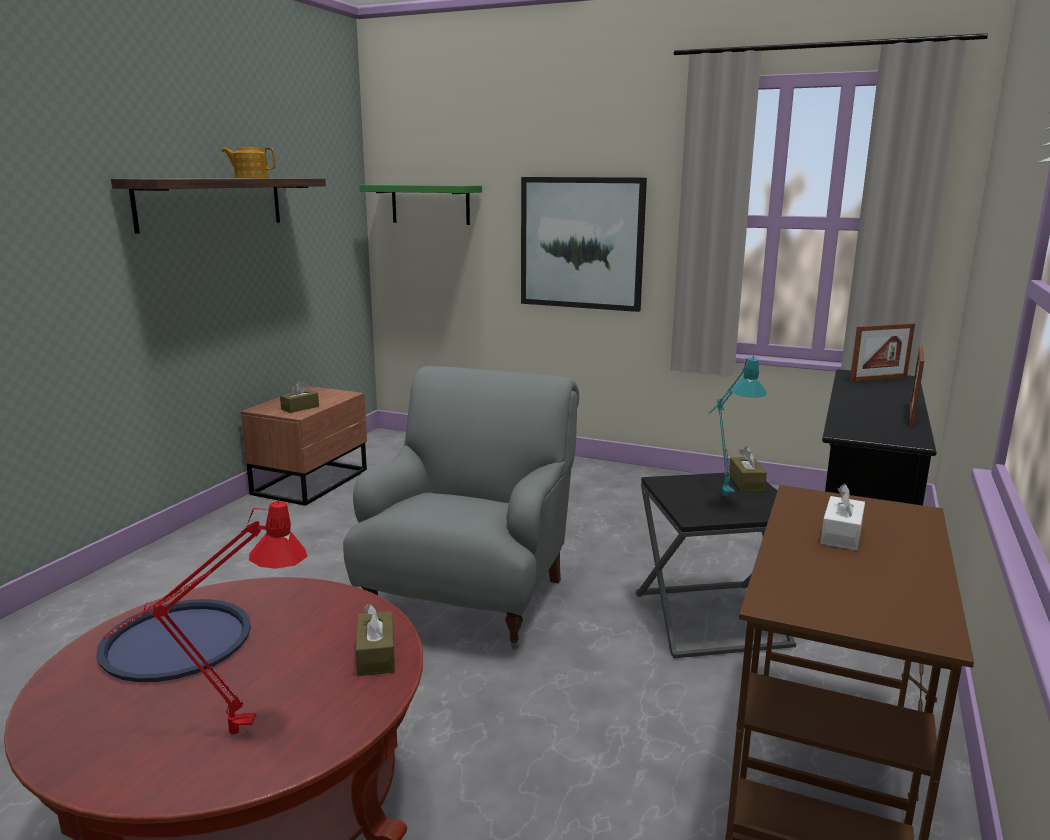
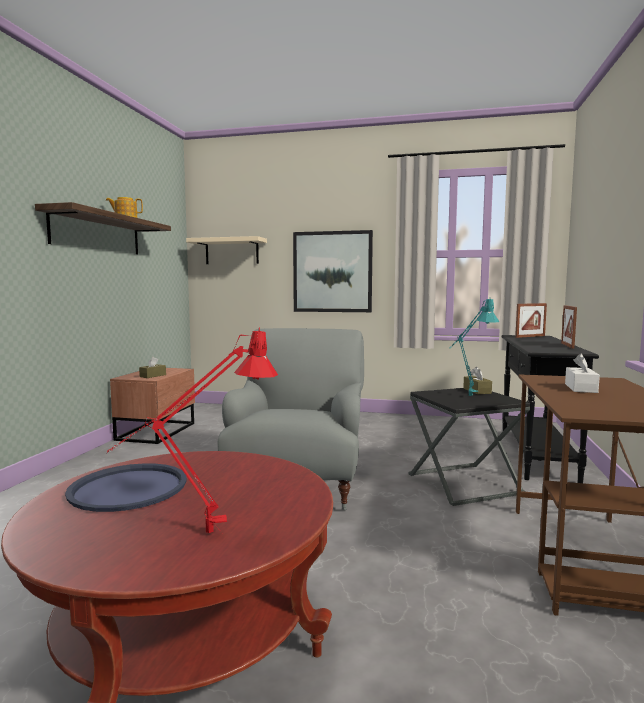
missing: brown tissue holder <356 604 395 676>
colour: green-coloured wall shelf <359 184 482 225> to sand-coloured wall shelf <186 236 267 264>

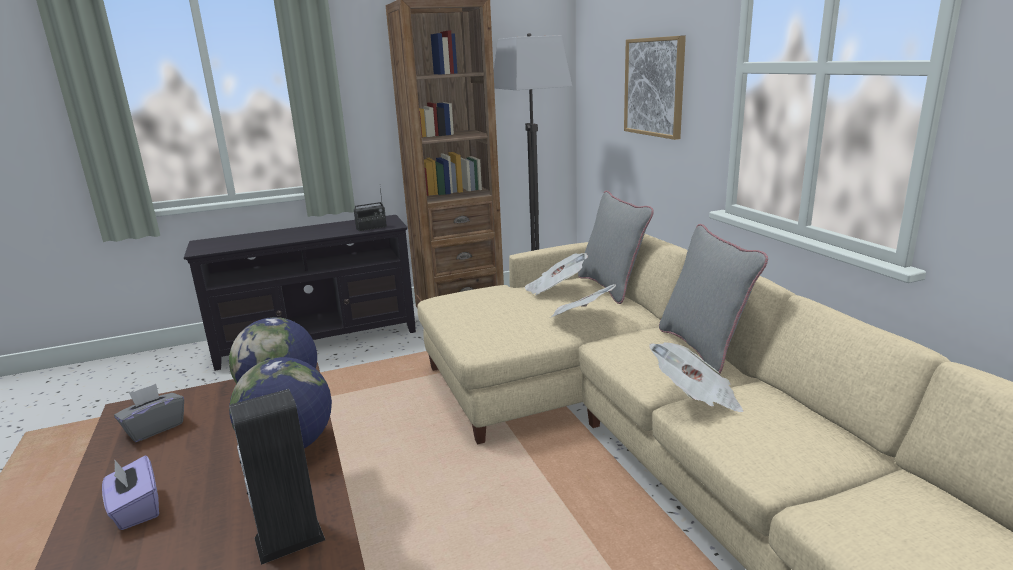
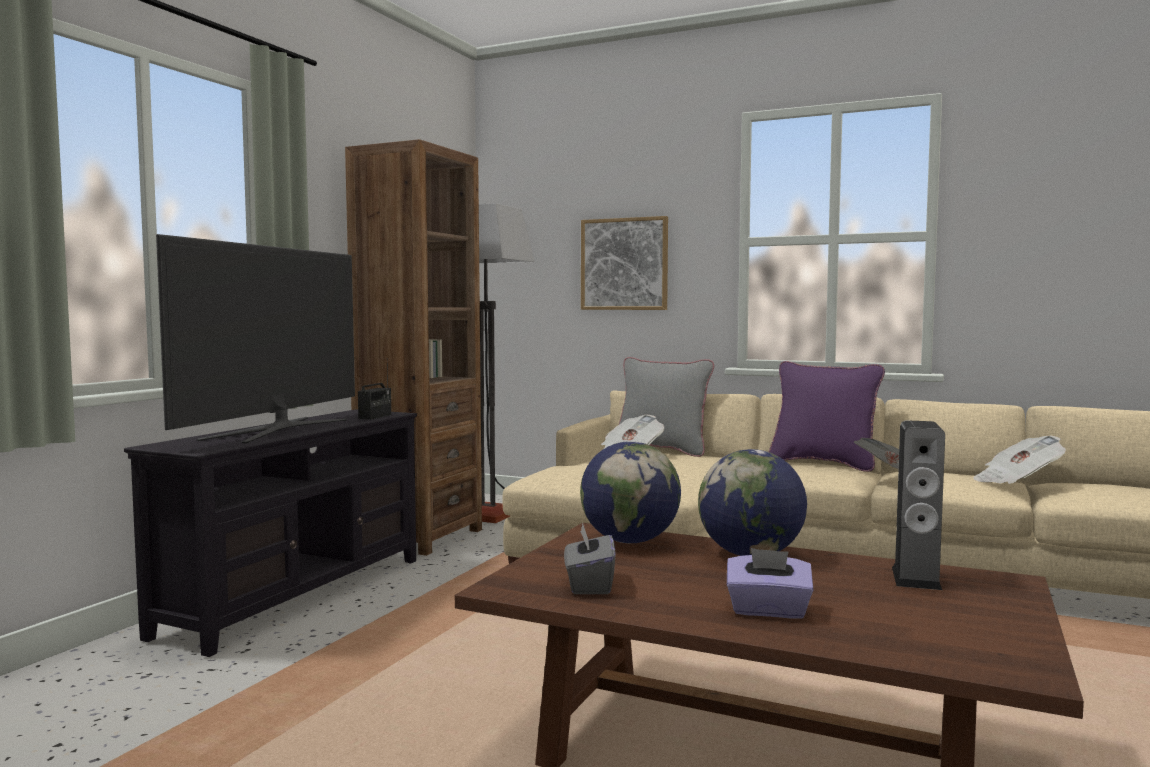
appeared: TV set <156 234 355 443>
relocated: newspaper <550 284 616 318> to <973 436 1066 484>
colour: grey throw pillow <659 224 768 374> to purple-coloured throw pillow <769 361 885 472>

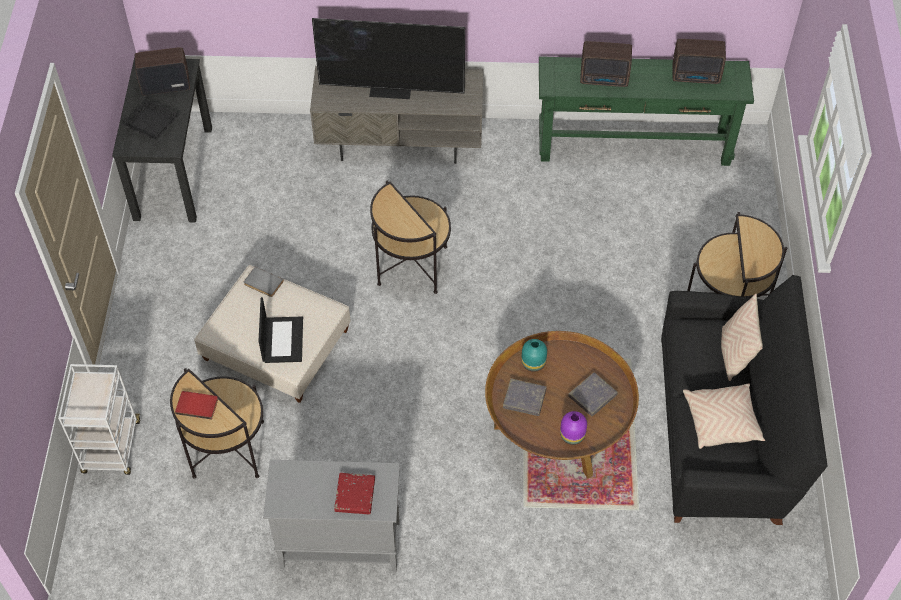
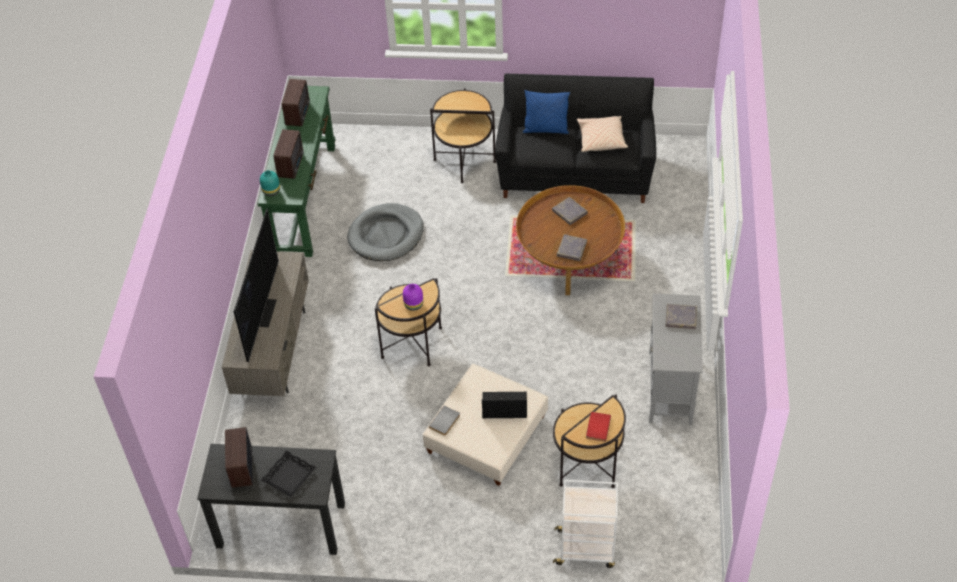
appeared: grey dog cushion <347 203 424 261>
relocated: turquoise flower vase <521 339 547 372> to <260 170 280 196>; purple-coloured flower vase <560 411 587 445> to <403 284 423 311>
colour: sand-coloured throw pillow <721 294 763 381> to blue throw pillow <523 90 570 134>; red bound book <334 473 375 514> to grey bound book <665 304 697 329>

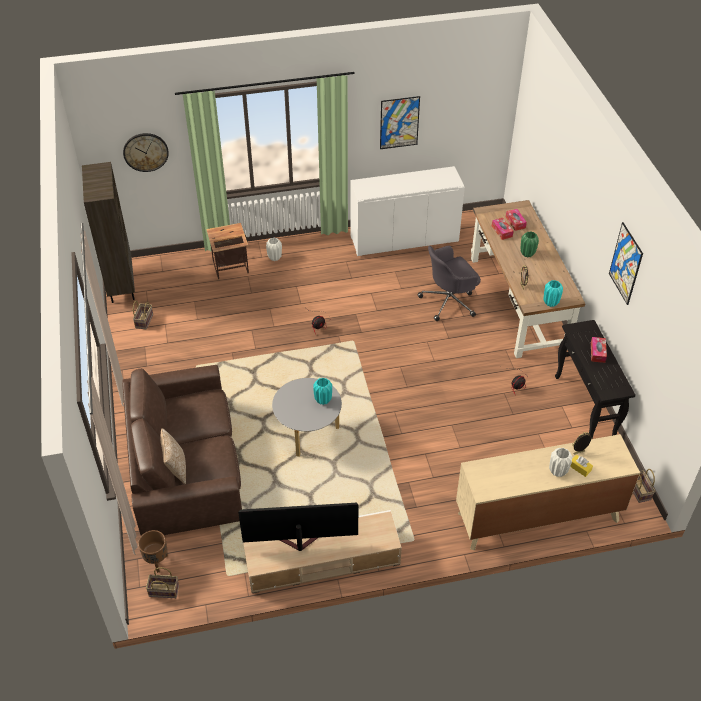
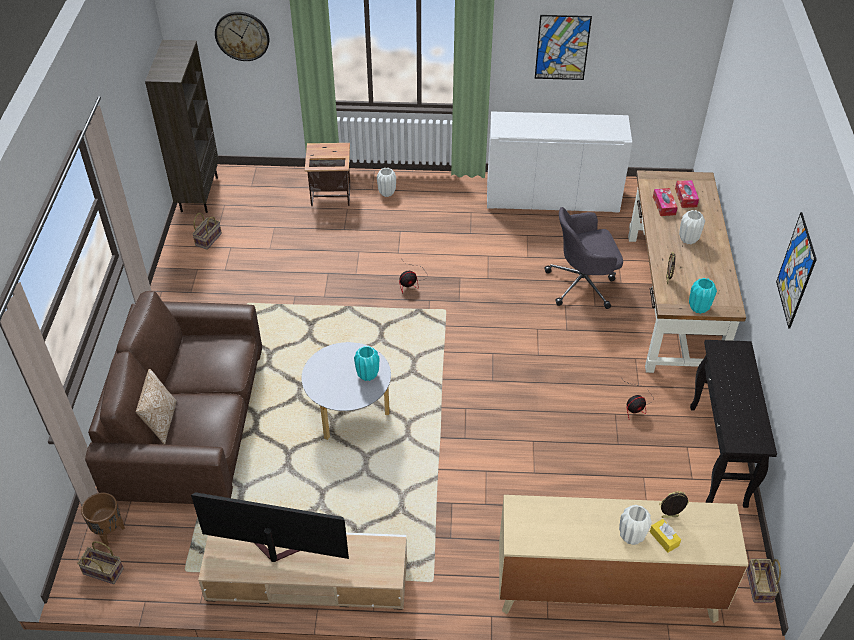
missing: tissue holder <591 337 607 363>
colour: green-coloured flower vase <521 231 539 257> to white flower vase <679 210 705 244>

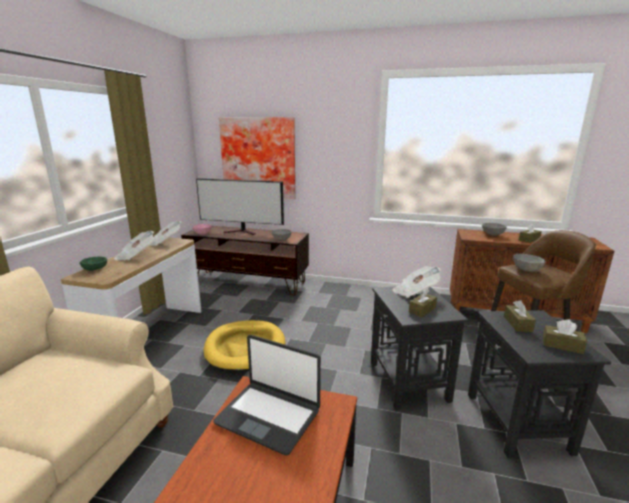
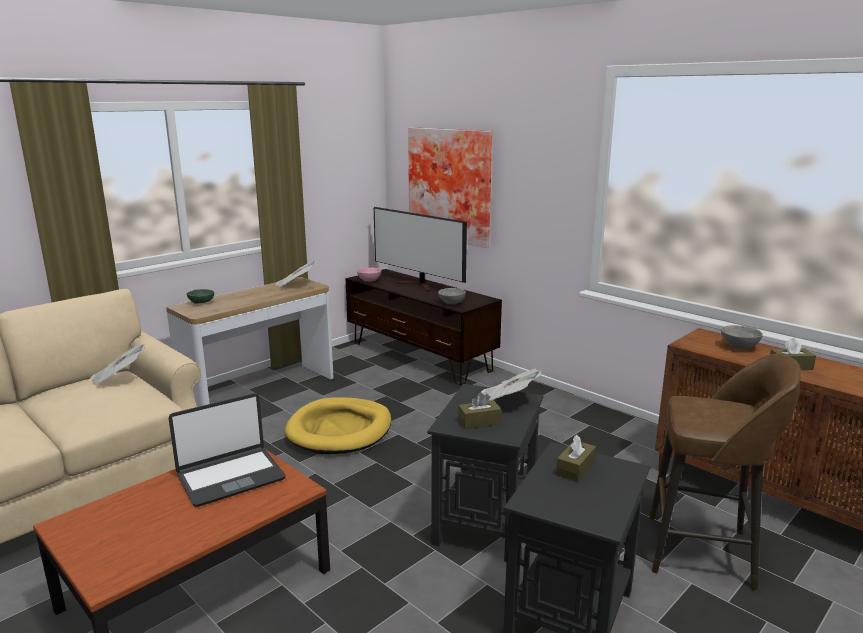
missing: grey deep dish <513 254 546 272>; brown tissue holder <543 319 587 354>
relocated: newspaper <114 231 154 261> to <90 344 145 385>
spun: notebook computer <213 335 321 455> = <169 393 285 507> 90 degrees counterclockwise

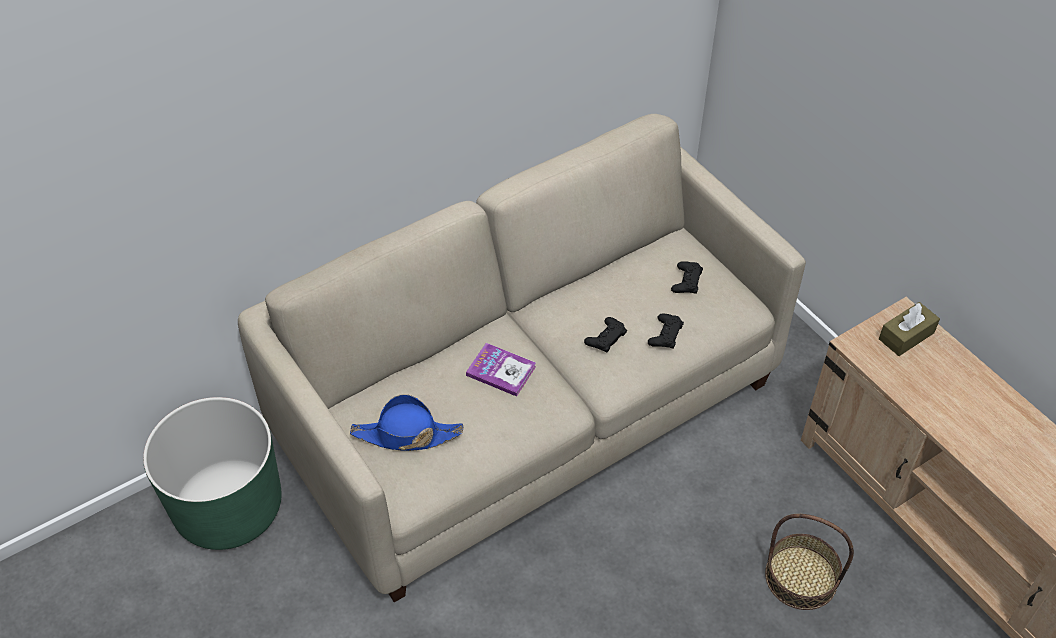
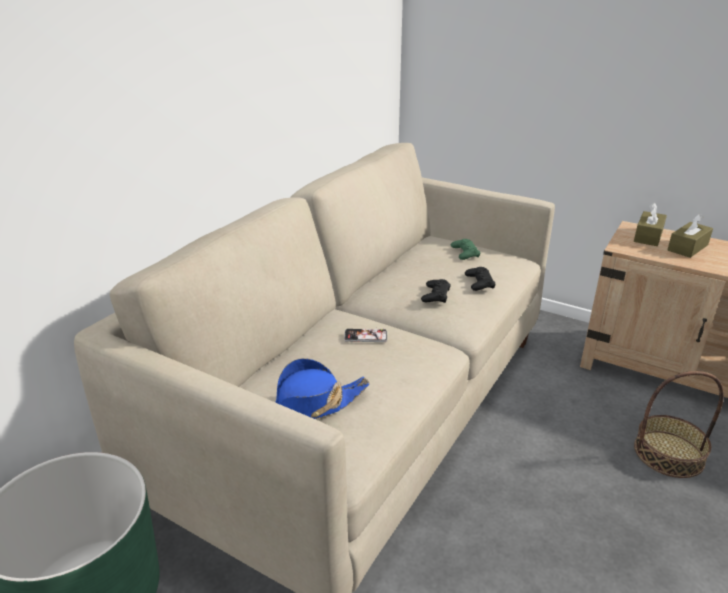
appeared: brown tissue holder <667 214 713 258>
exchanged: bound book <466 343 536 397> to telephone <344 328 387 342>
colour: blackish gamepad <671 261 703 294> to green-coloured gamepad <451 239 480 260>

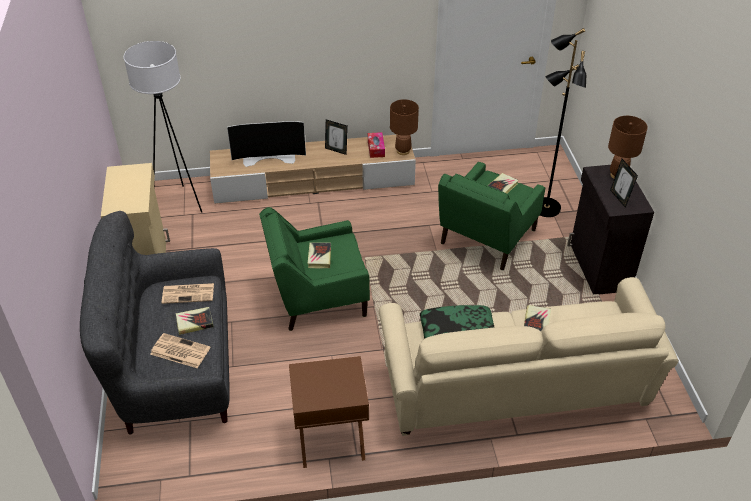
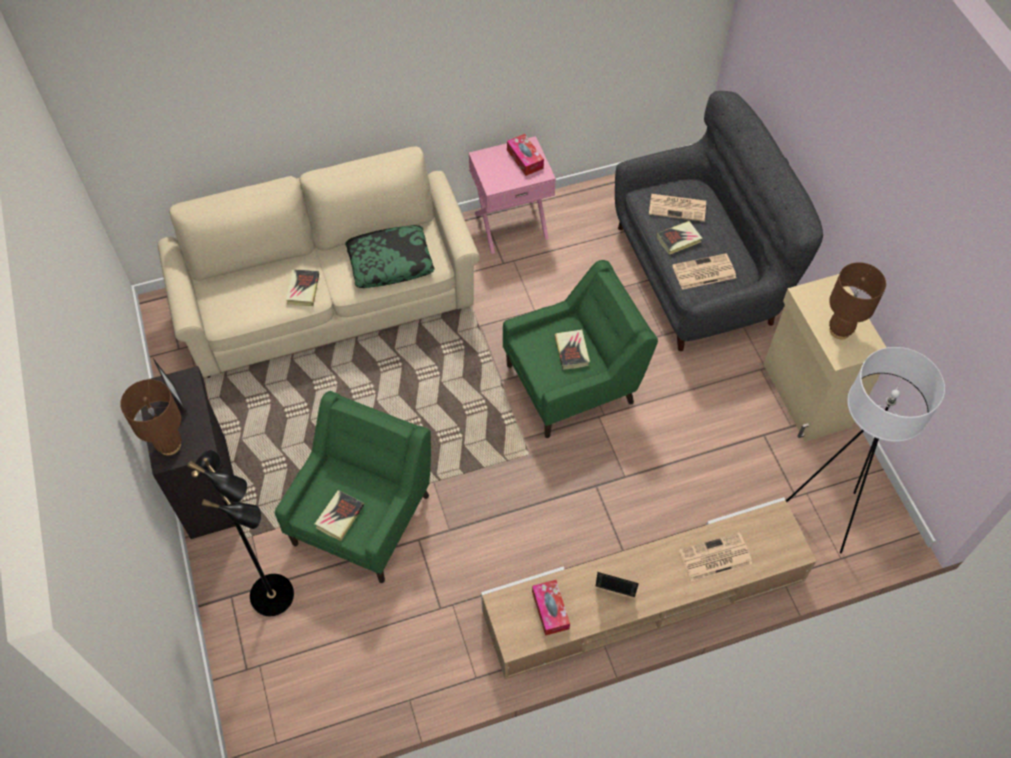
appeared: tissue holder <507 134 544 176>
relocated: brown table lamp <390 99 419 155> to <829 262 886 339>
exchanged: TV set <227 121 306 167> to newspaper <679 532 752 581>
colour: brown nightstand <289 356 369 468> to pink-coloured nightstand <469 136 556 254>

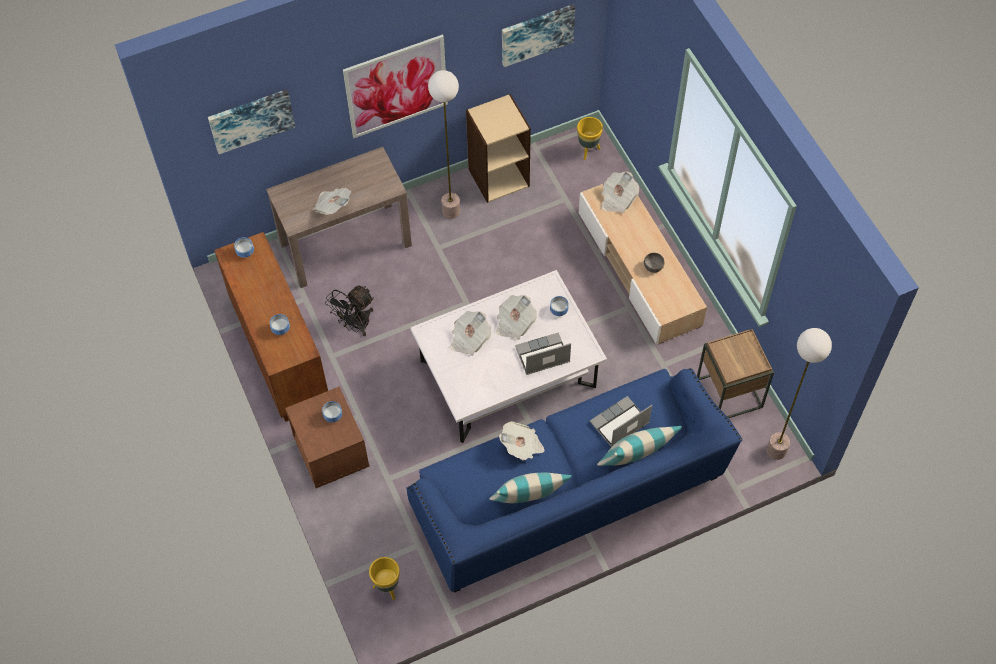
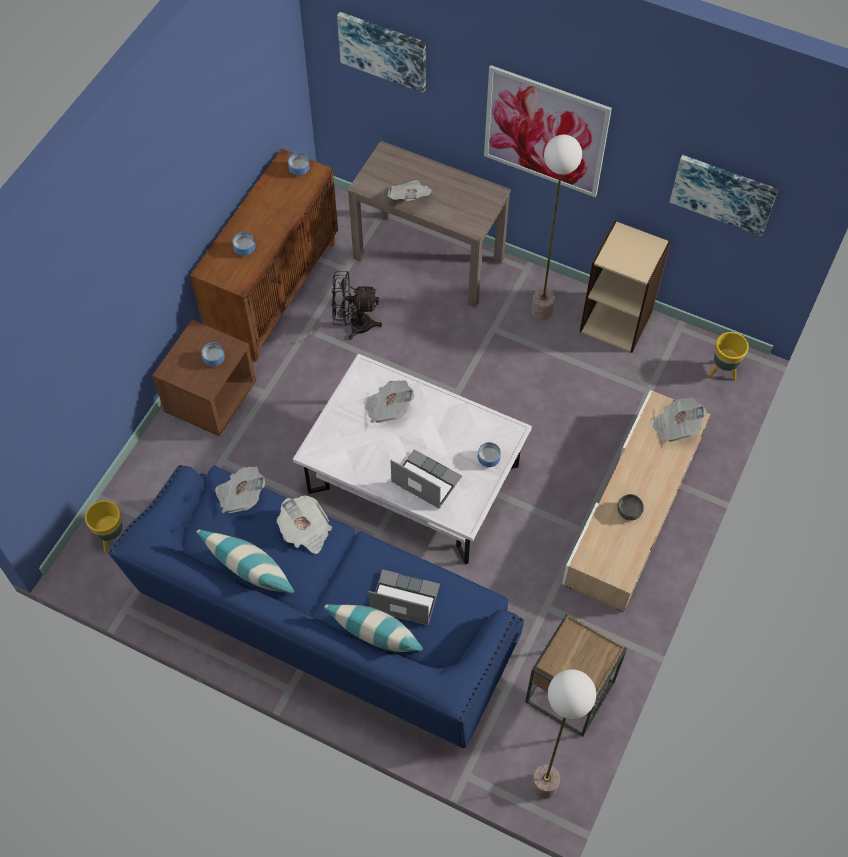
relocated: newspaper <496 295 537 340> to <215 467 265 513>

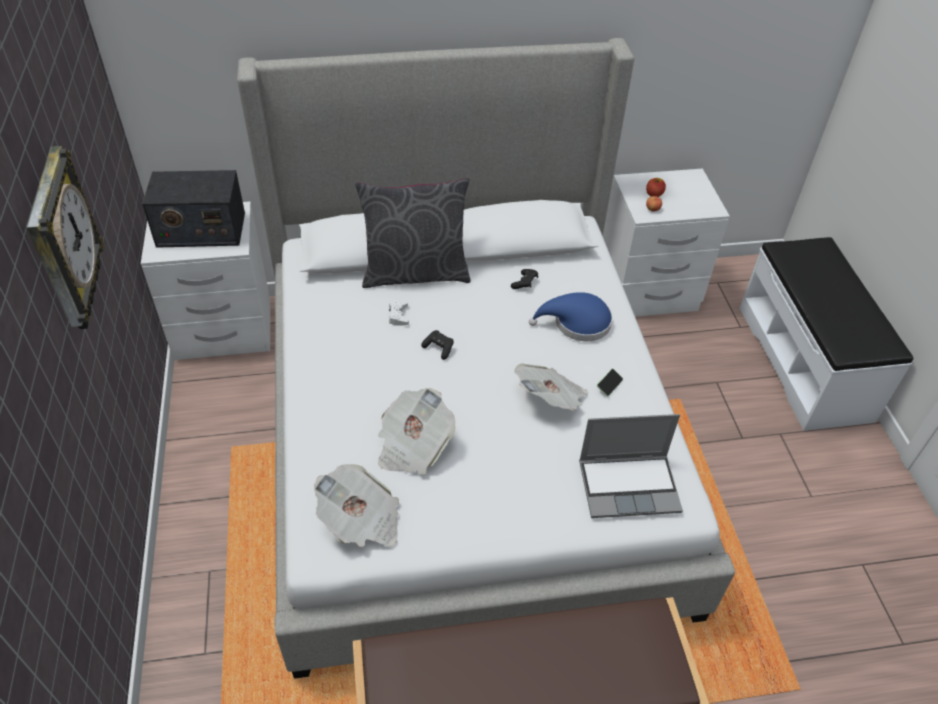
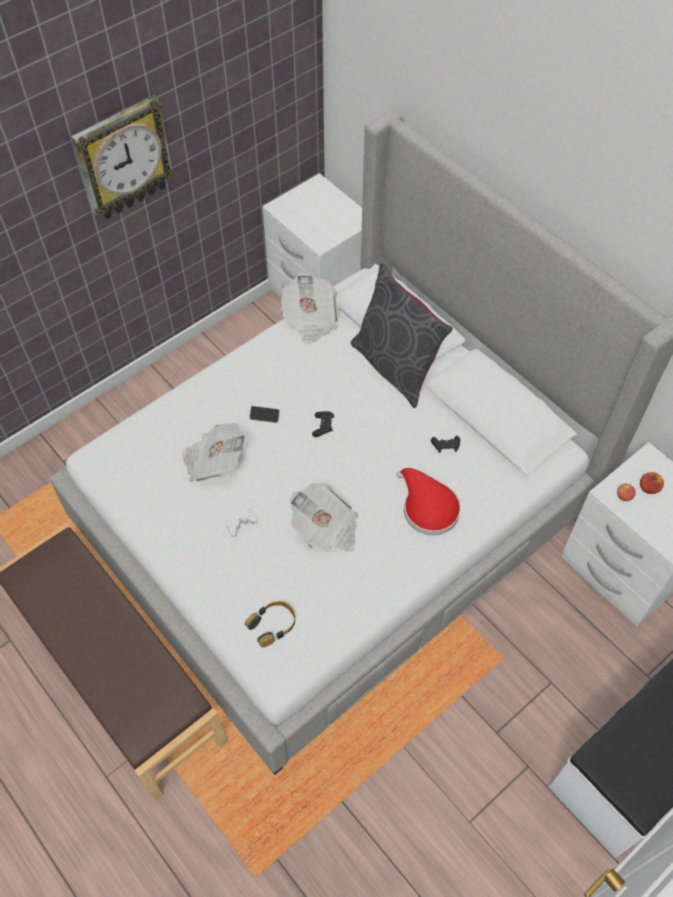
missing: radio set <142 170 245 248>
relocated: white gamepad <389 301 409 326> to <226 508 258 537>; telephone <597 369 623 396> to <249 406 280 423>; newspaper <314 464 399 547> to <281 273 338 344>
exchanged: notebook computer <579 414 683 518> to headset <245 601 295 647>
colour: blue clothing hat <529 292 613 341> to red clothing hat <397 468 461 536>

